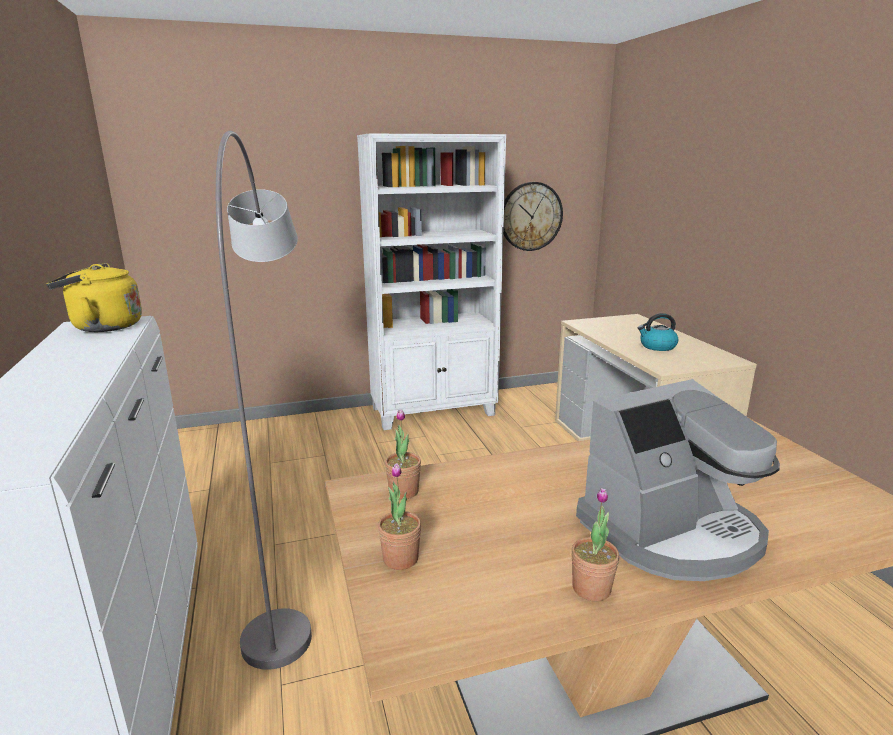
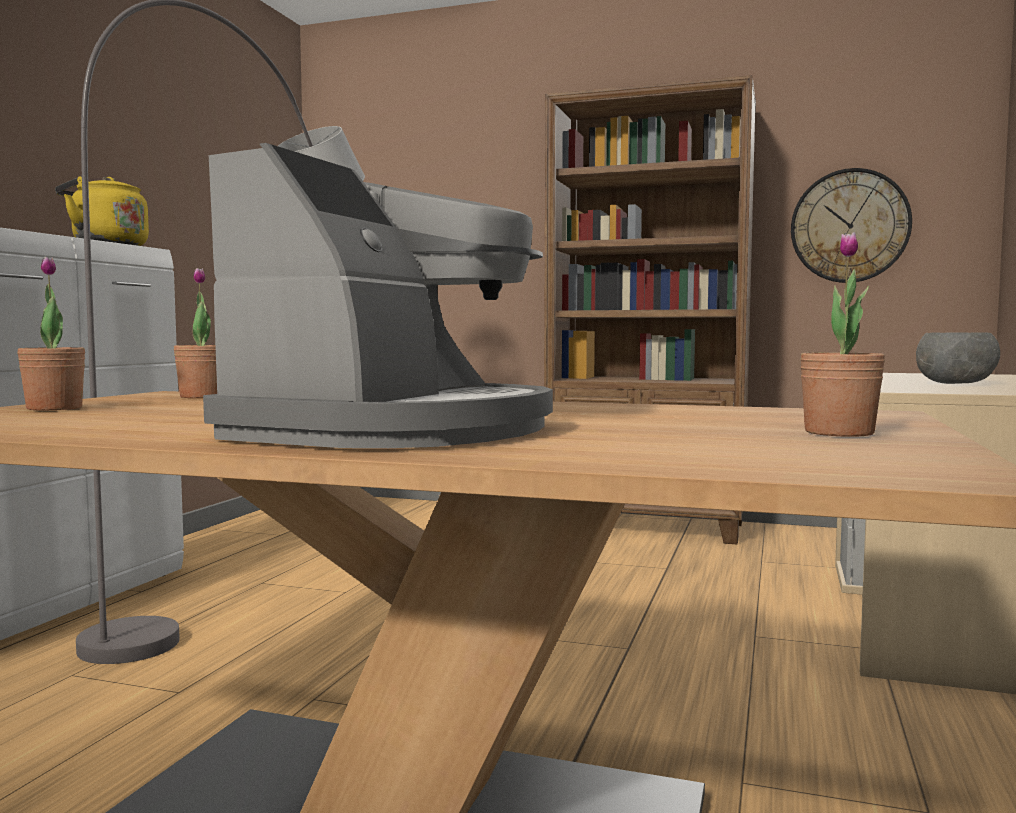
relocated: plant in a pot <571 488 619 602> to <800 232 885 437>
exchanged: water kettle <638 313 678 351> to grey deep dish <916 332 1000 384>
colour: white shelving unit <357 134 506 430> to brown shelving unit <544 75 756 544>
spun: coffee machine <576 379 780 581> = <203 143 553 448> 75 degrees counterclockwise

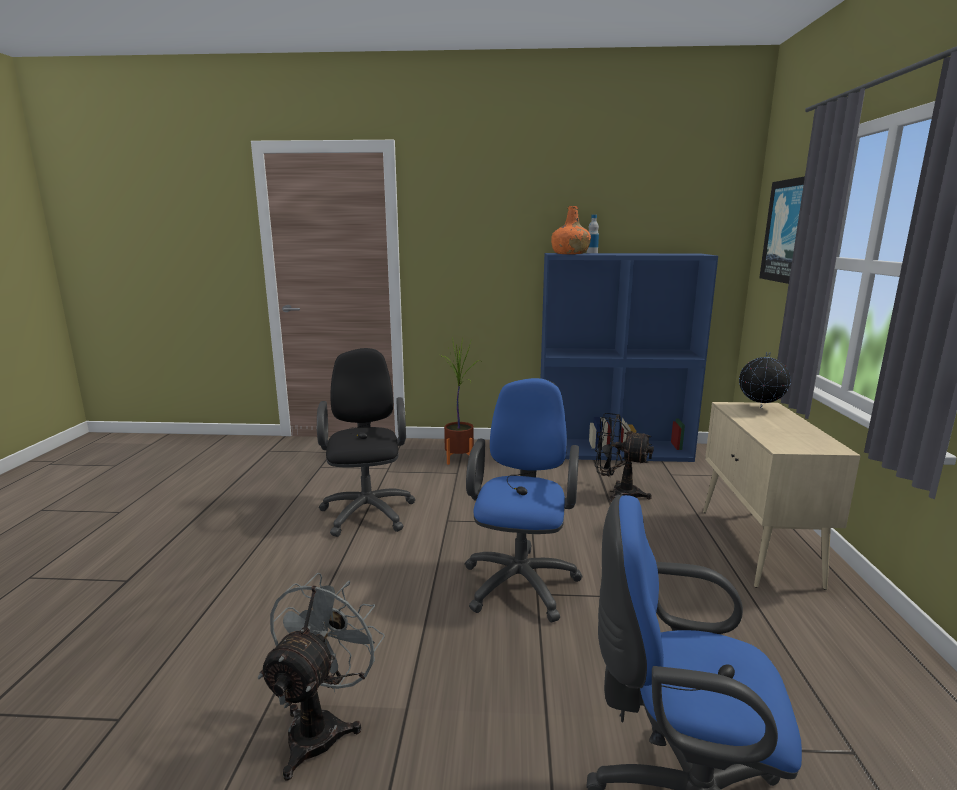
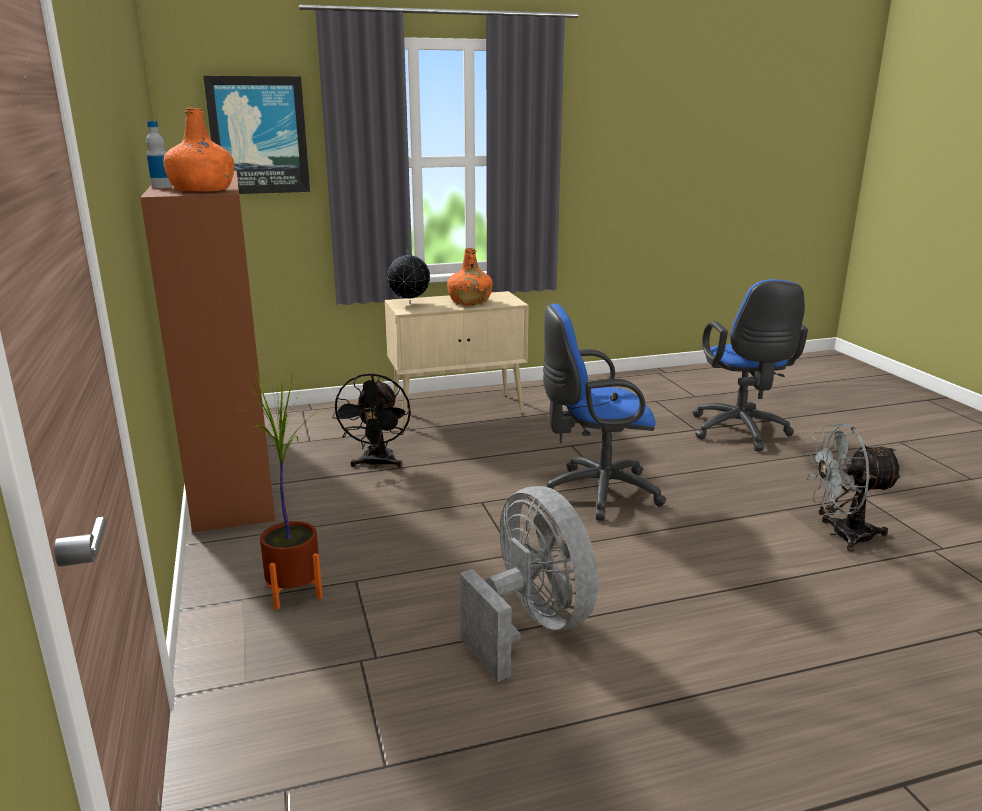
appeared: orange drink bottle <447 248 493 305>
exchanged: blackish desk chair <317 348 415 537> to grey fan <460 486 598 682>
colour: blue shelving unit <541 253 718 462> to brown shelving unit <140 171 275 533>

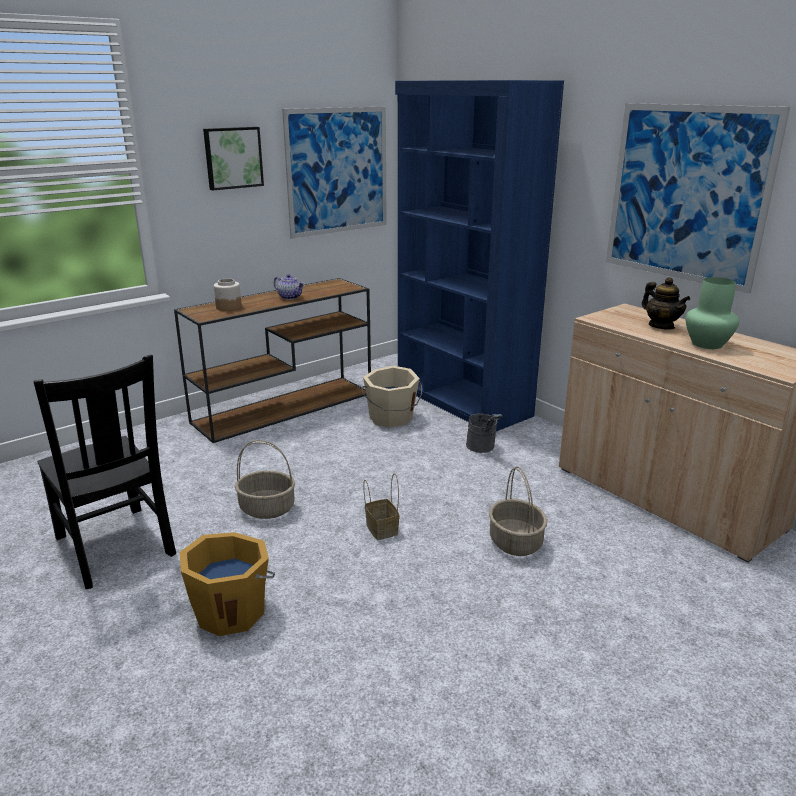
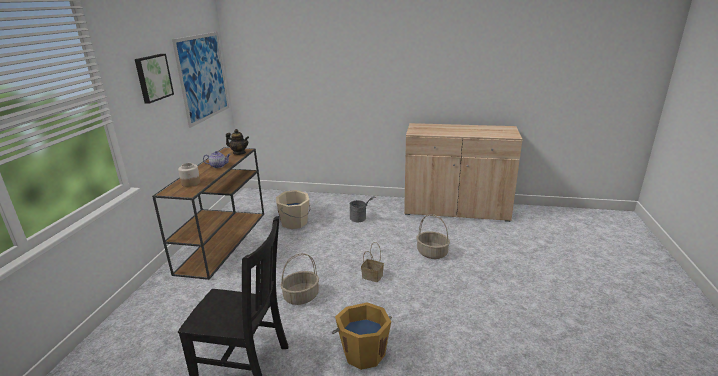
missing: blue shelving unit <395 80 564 432>; wall picture <606 103 790 293>; green-coloured flower vase <686 277 739 349>
relocated: teapot <642 277 690 330> to <226 129 249 155>

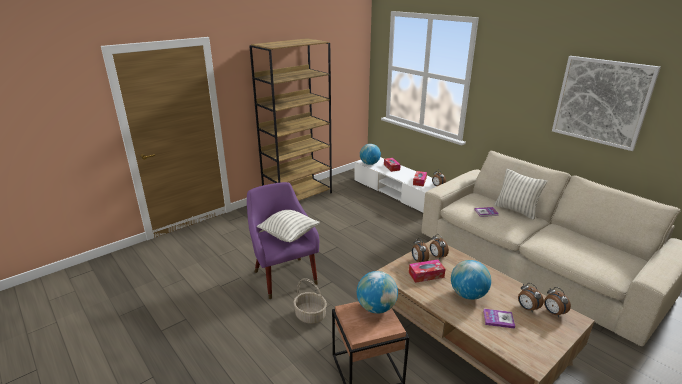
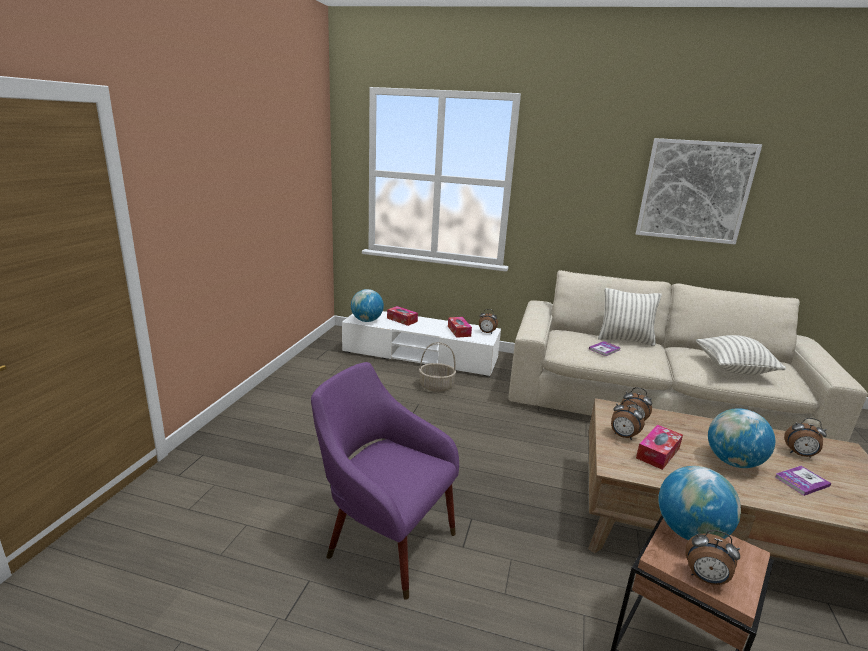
missing: brown shelving unit <249 38 332 201>
relocated: basket <293 278 327 324> to <419 342 456 392>; alarm clock <544 287 571 317> to <685 530 740 585>; throw pillow <257 210 320 242> to <696 335 786 375>

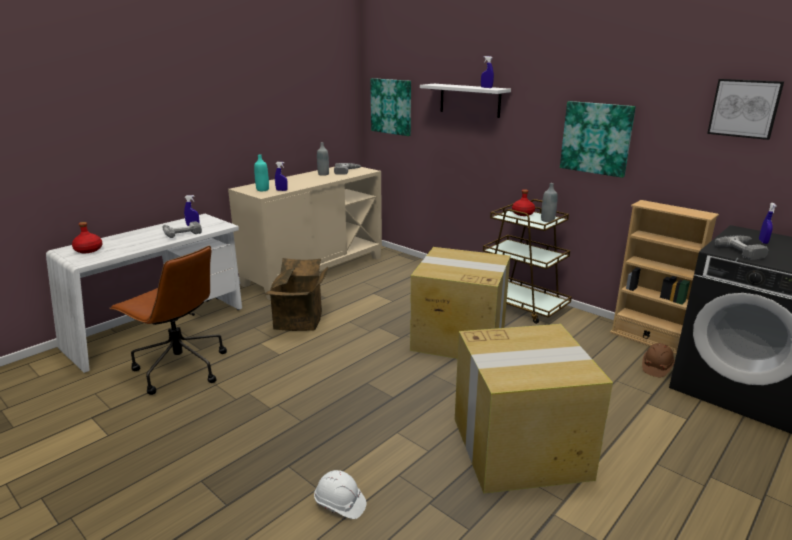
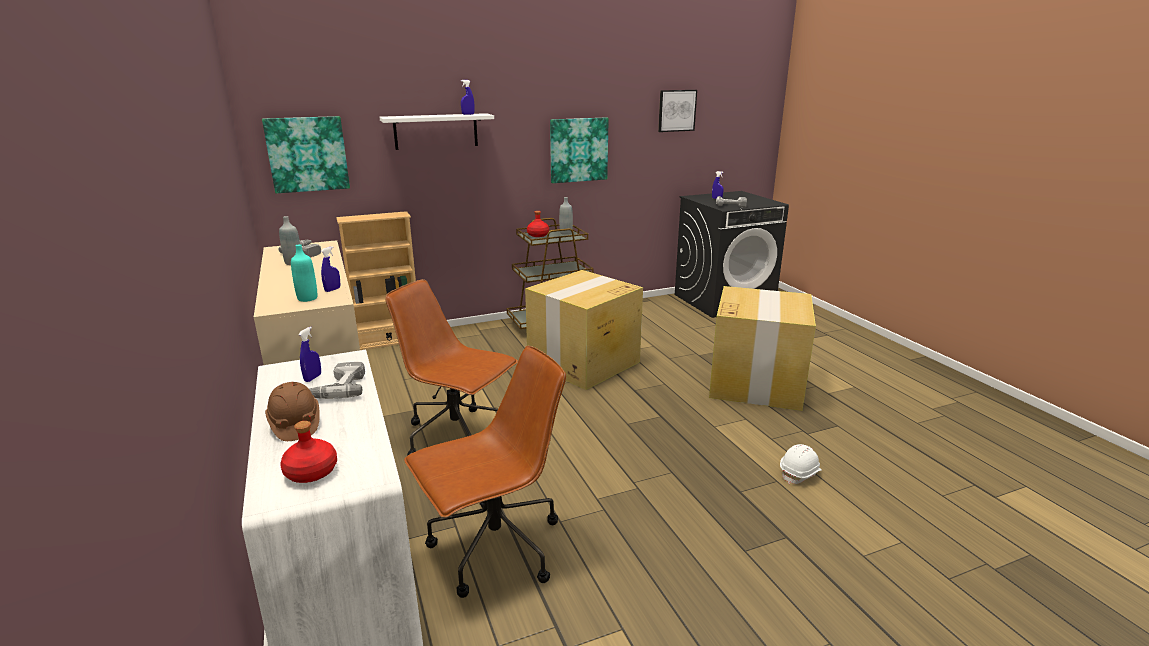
relocated: brown safety helmet <642 343 675 377> to <265 382 320 441>; sand-coloured shelving unit <610 200 719 355> to <336 211 416 350>
exchanged: packing box <265 258 328 331> to brown desk chair <385 279 518 456>

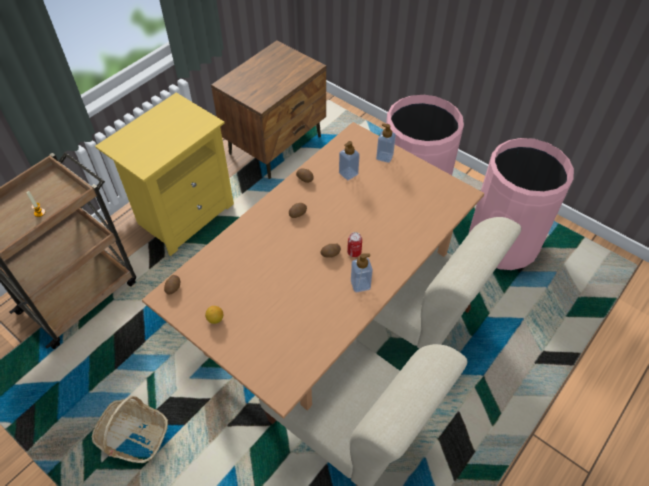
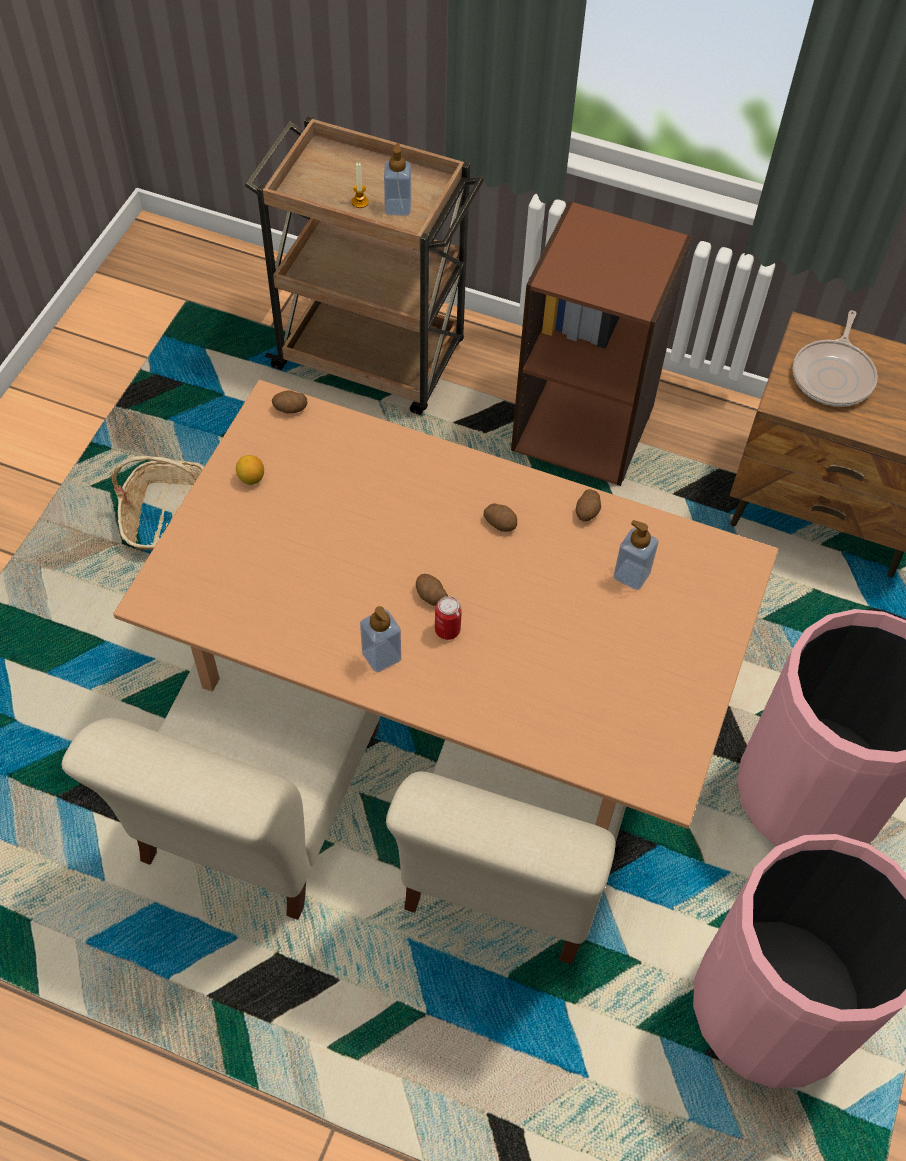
appeared: pan <793 310 878 407>
relocated: soap bottle <376 124 396 163> to <384 143 411 216>
exchanged: yellowish nightstand <95 93 234 256> to brown shelving unit <511 201 692 486>

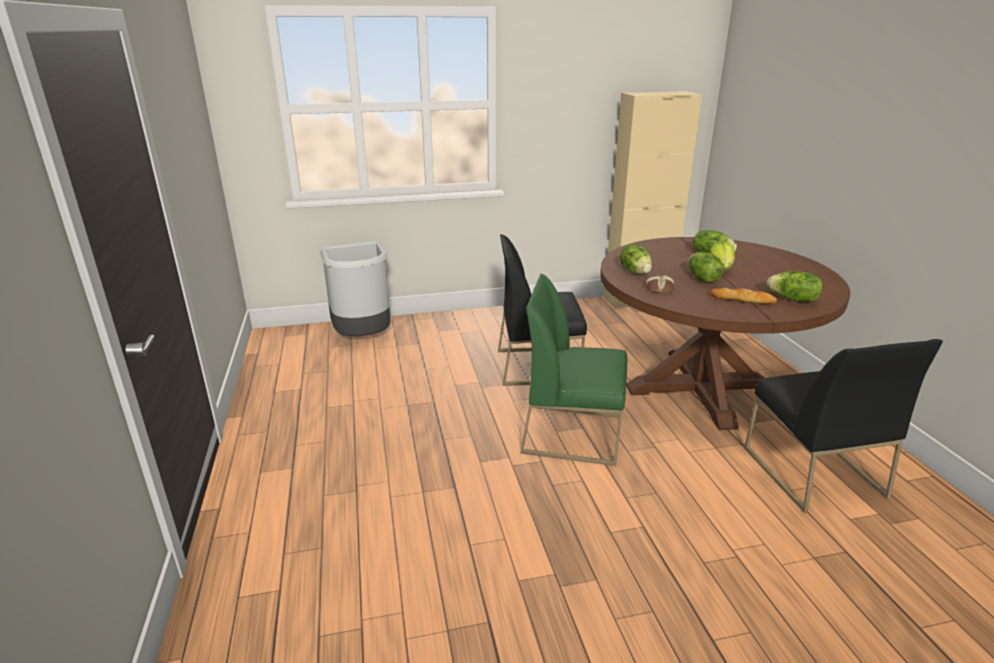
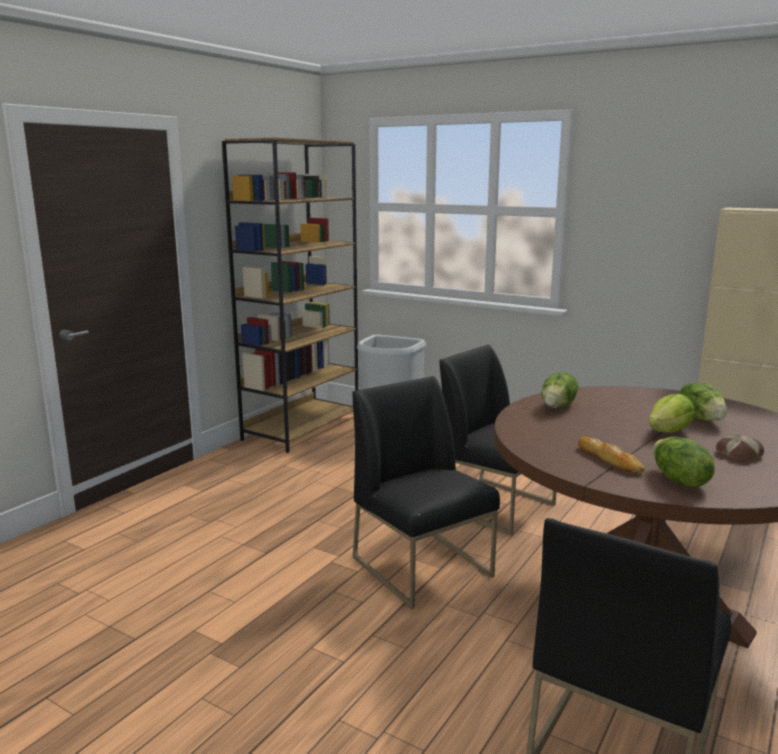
missing: lettuce <689 252 723 283>
appeared: brown shelving unit <222 137 358 453>
relocated: baked bread <645 275 675 293> to <716 435 764 461>
colour: green-coloured upright chair <520 274 627 466> to blackish upright chair <353 376 500 609>

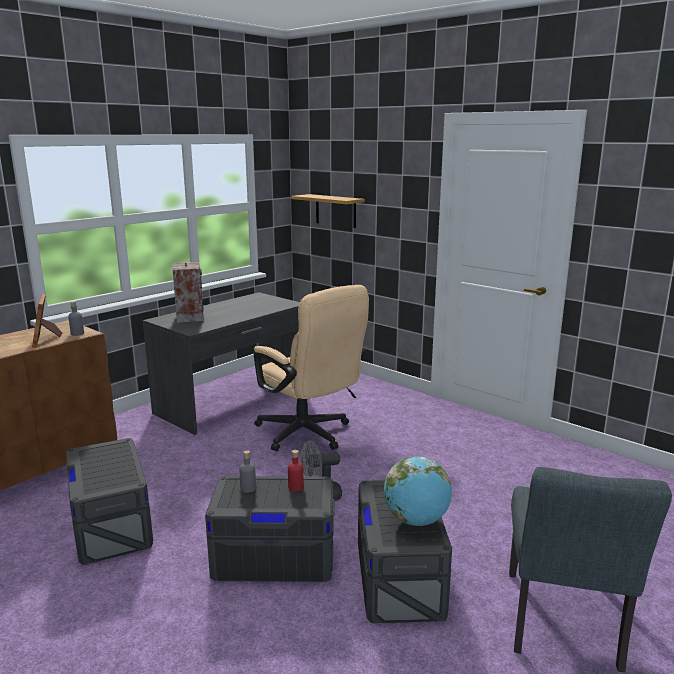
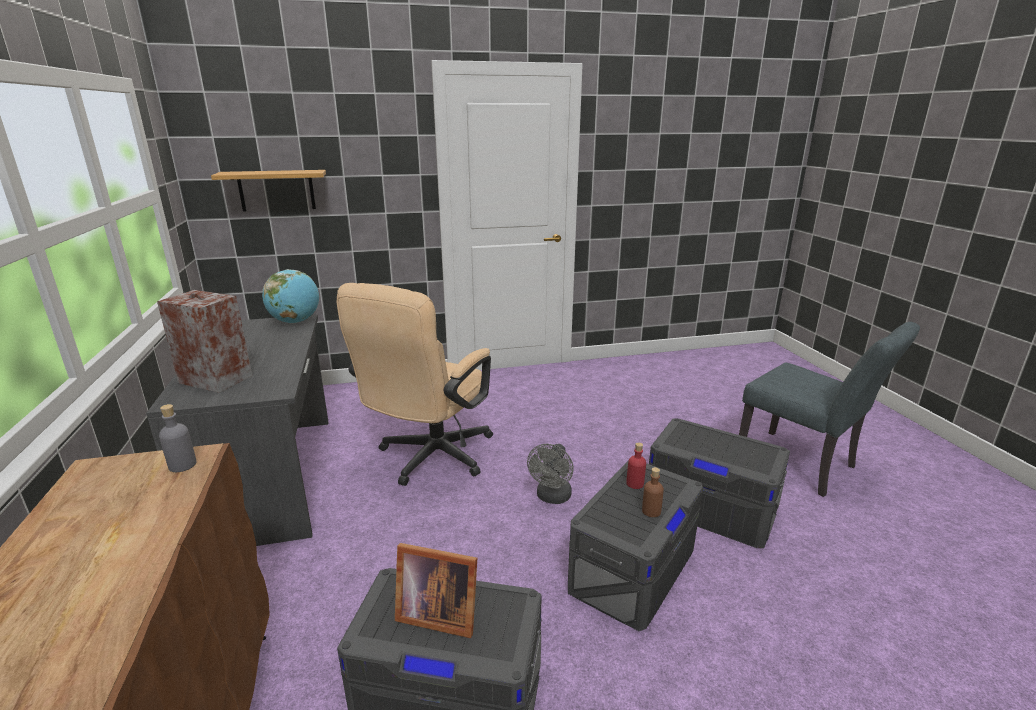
missing: grey drink bottle <239 451 256 493>
appeared: brown drink bottle <642 467 664 517>
relocated: world globe <384 456 452 526> to <262 269 319 323>; standing frame <32 294 63 348> to <395 543 477 638>
spun: sand-coloured desk chair <254 285 369 451> = <336 283 493 486> 120 degrees clockwise

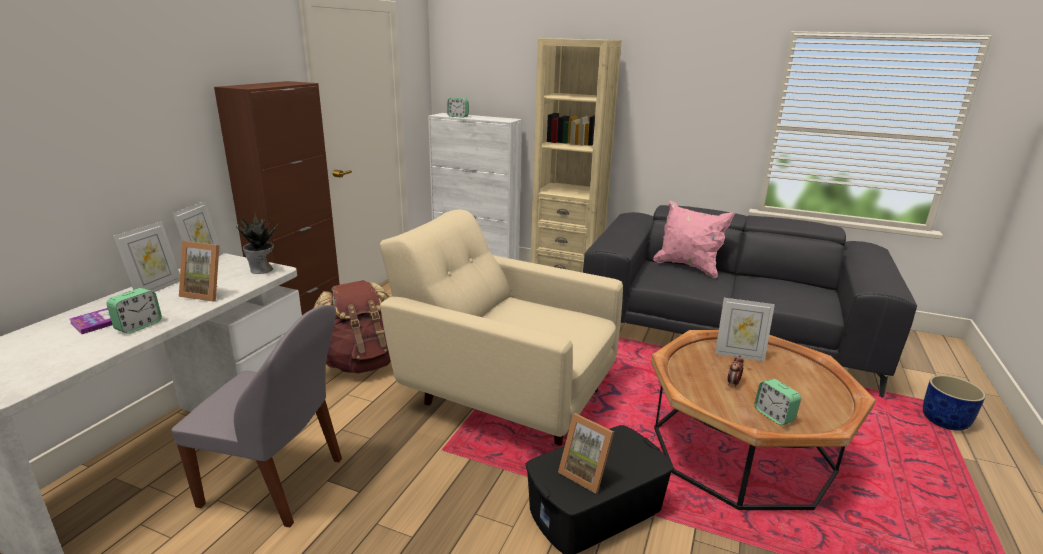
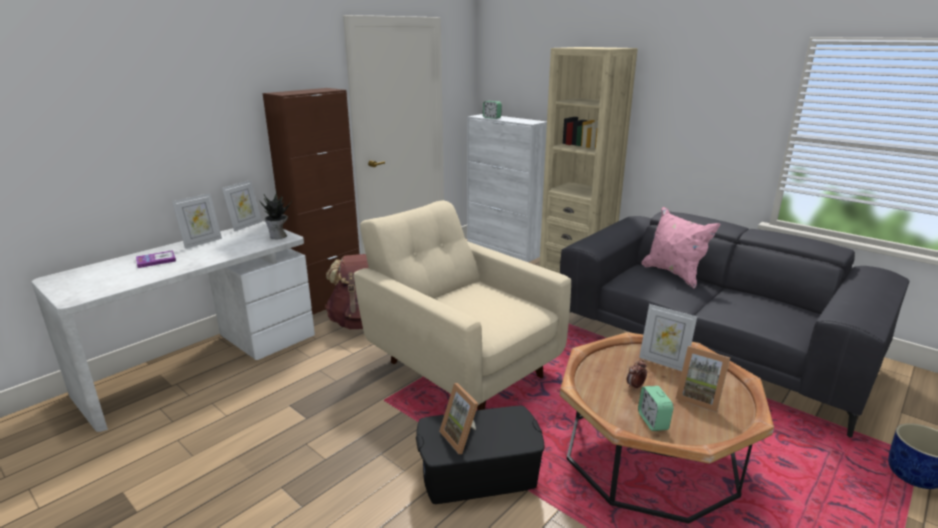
missing: alarm clock <107 288 162 334>; grey upright chair <171 305 342 527>
relocated: standing frame <179 241 219 302> to <676 346 730 412>

